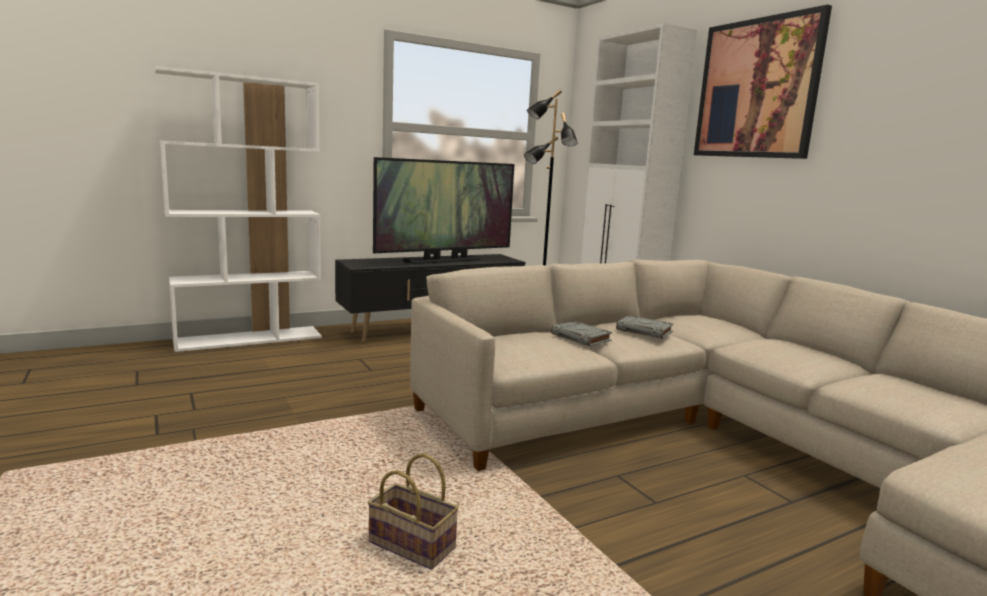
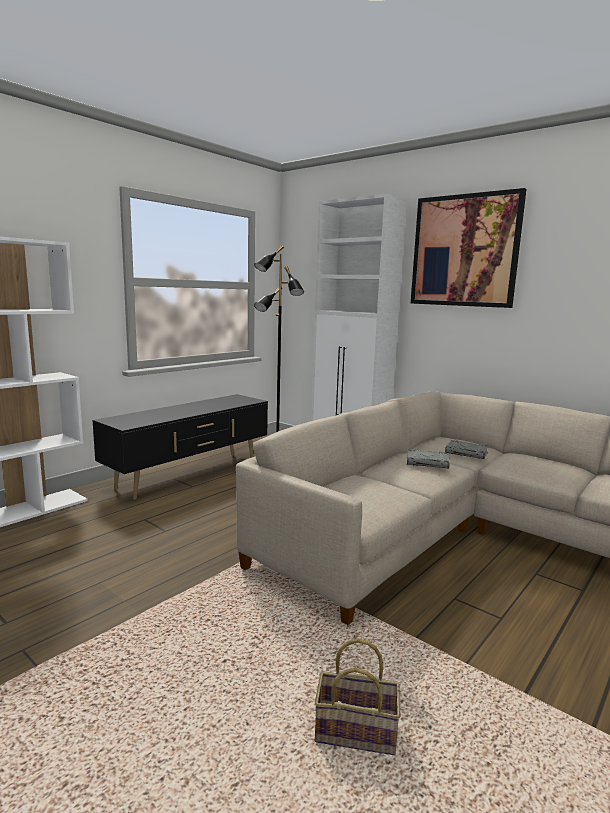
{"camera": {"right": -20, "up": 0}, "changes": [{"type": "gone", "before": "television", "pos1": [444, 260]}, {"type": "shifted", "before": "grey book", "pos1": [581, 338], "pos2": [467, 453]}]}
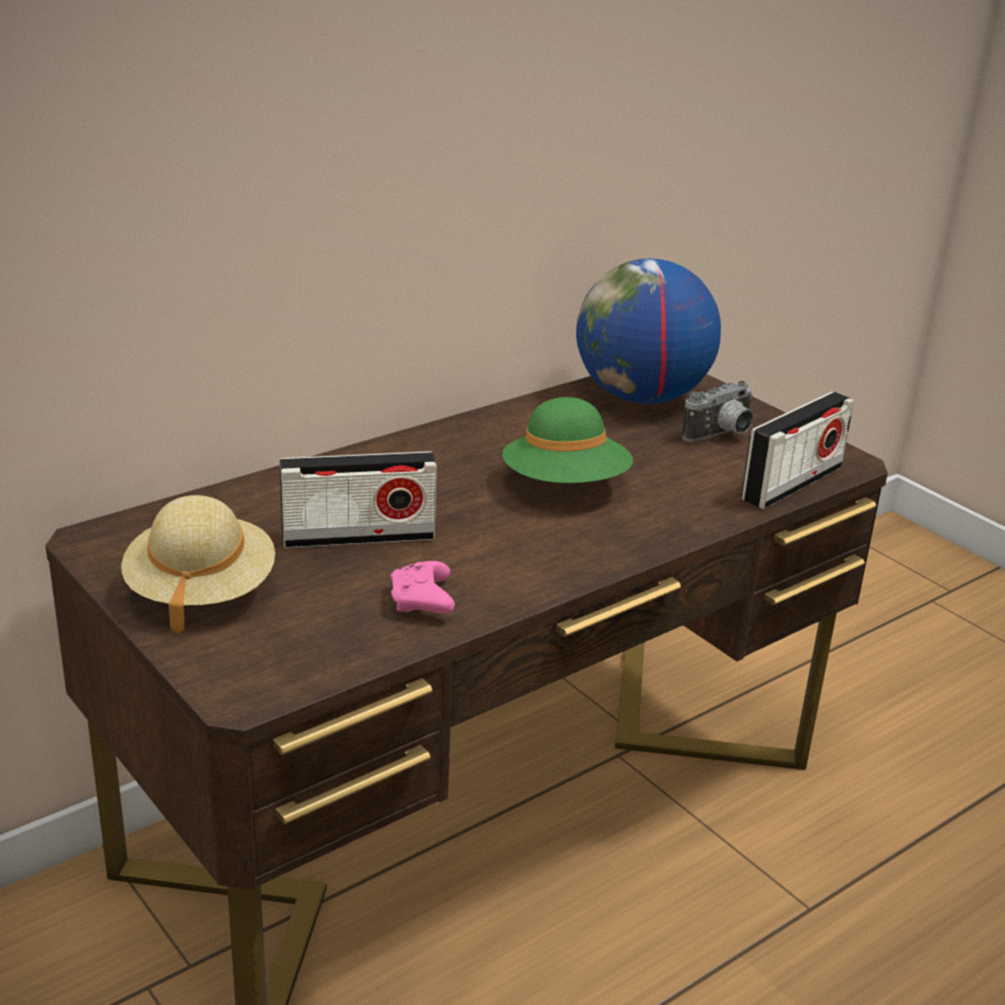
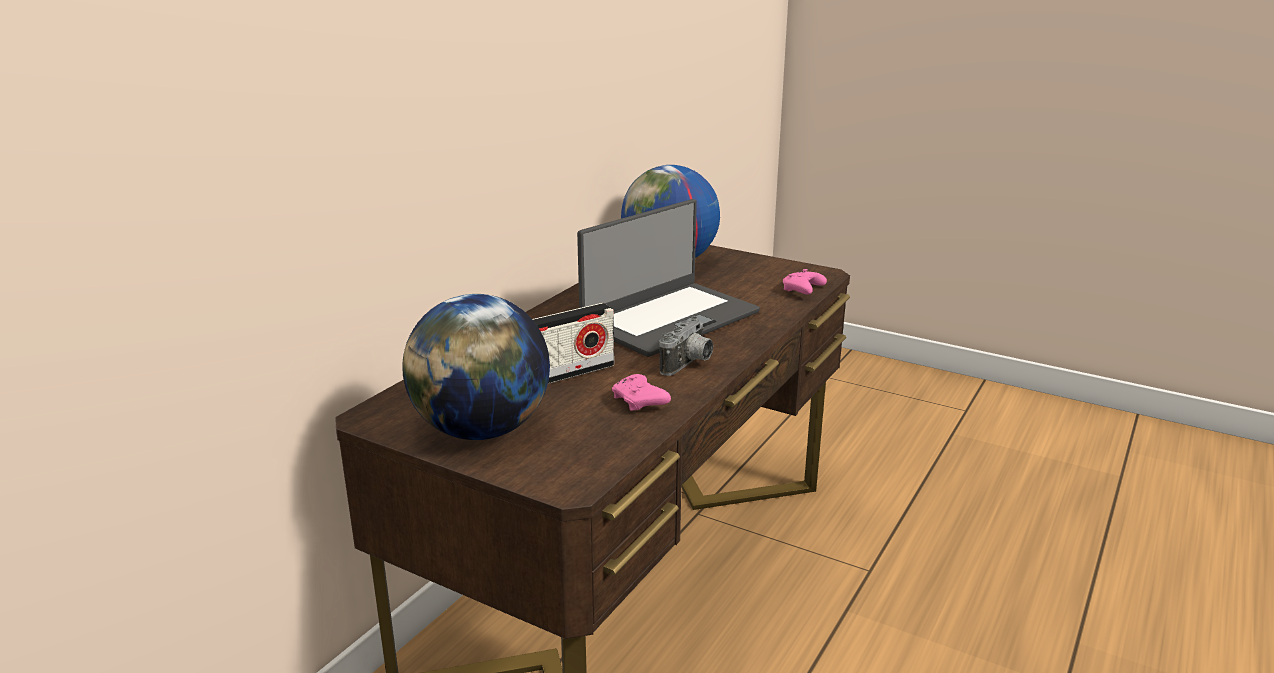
{"camera": {"right": -20, "up": -5}, "changes": [{"type": "shifted", "before": "photo camera", "pos1": [722, 435], "pos2": [689, 365]}, {"type": "swapped", "before": "radio", "after": "pink game controller", "pos1": [792, 483], "pos2": [802, 291]}, {"type": "swapped", "before": "green hat", "after": "laptop", "pos1": [565, 486], "pos2": [669, 319]}, {"type": "swapped", "before": "beige hat", "after": "globe", "pos1": [200, 591], "pos2": [481, 430]}]}
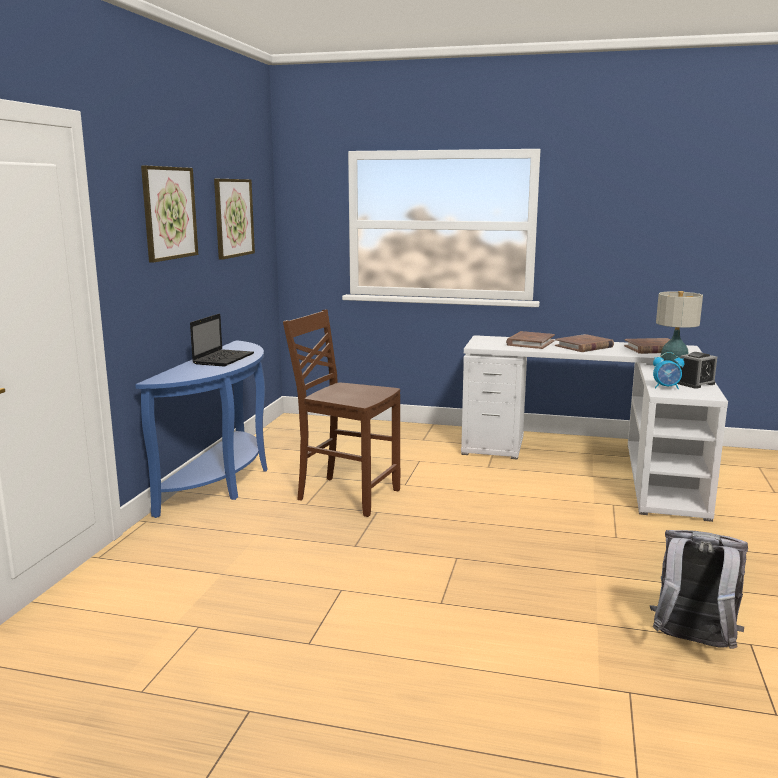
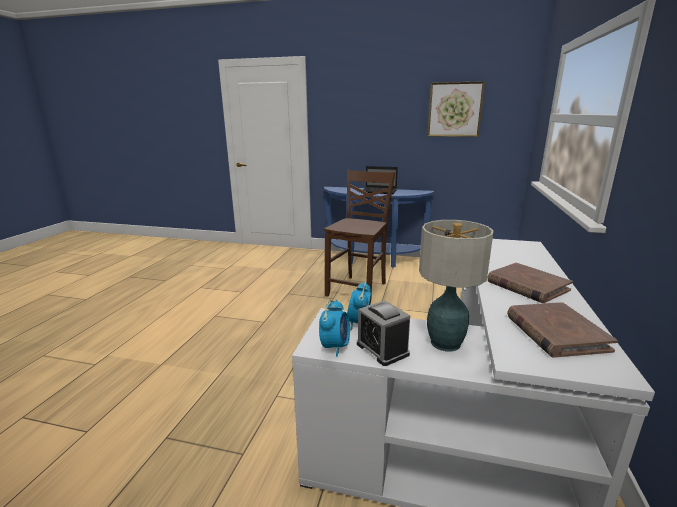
{"camera": {"right": 90, "up": 5}, "changes": [{"type": "gone", "before": "picture", "pos1": [169, 213]}, {"type": "gone", "before": "brown book", "pos1": [530, 343]}, {"type": "gone", "before": "grey backpack", "pos1": [692, 644]}, {"type": "new", "after": "alarm clock", "pos2": [335, 346]}]}
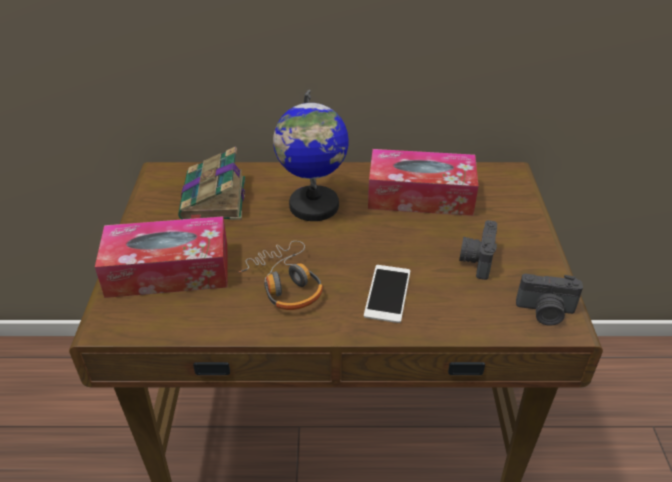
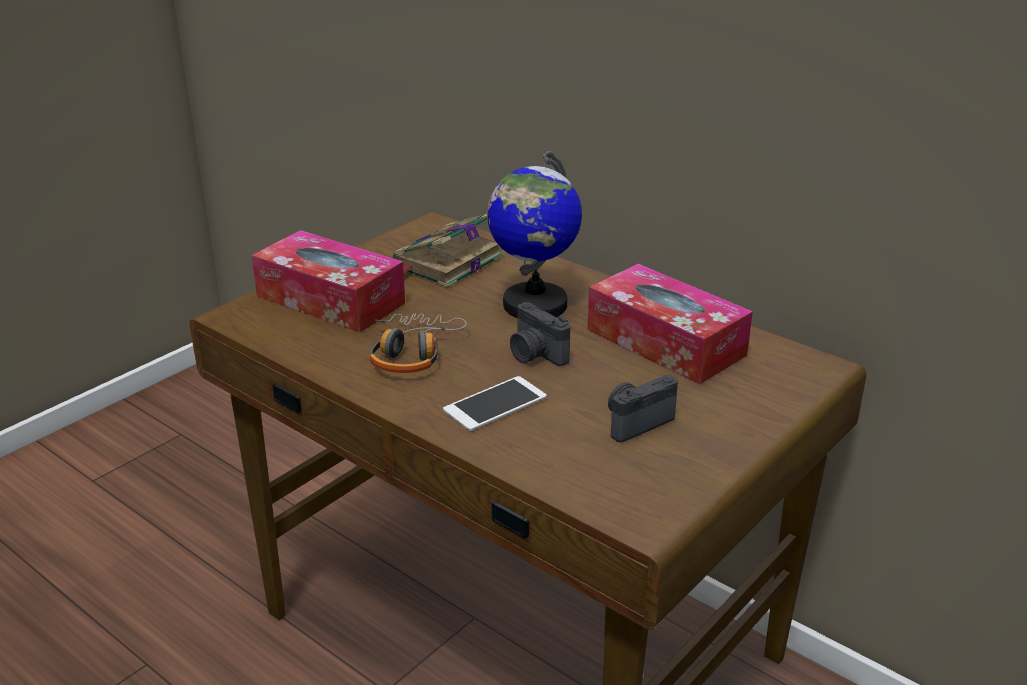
{"camera": {"right": 40, "up": -10}, "changes": [{"type": "shifted", "before": "photo camera", "pos1": [545, 312], "pos2": [535, 355]}]}
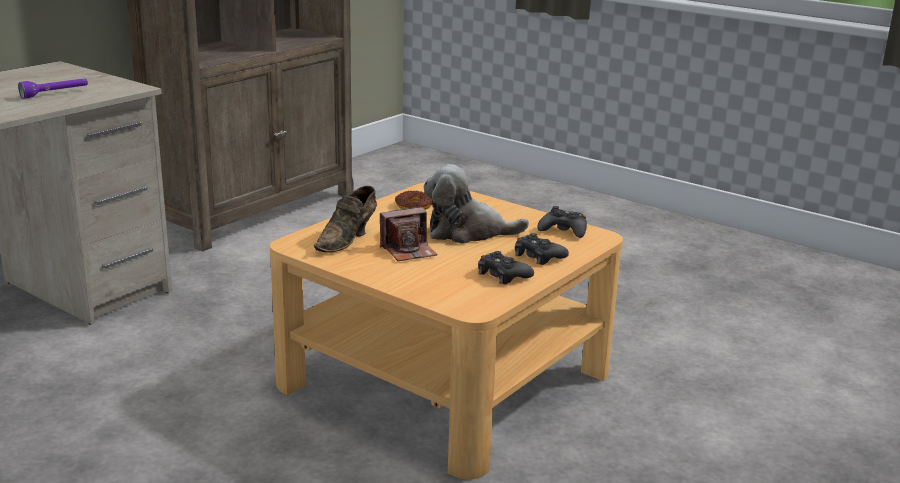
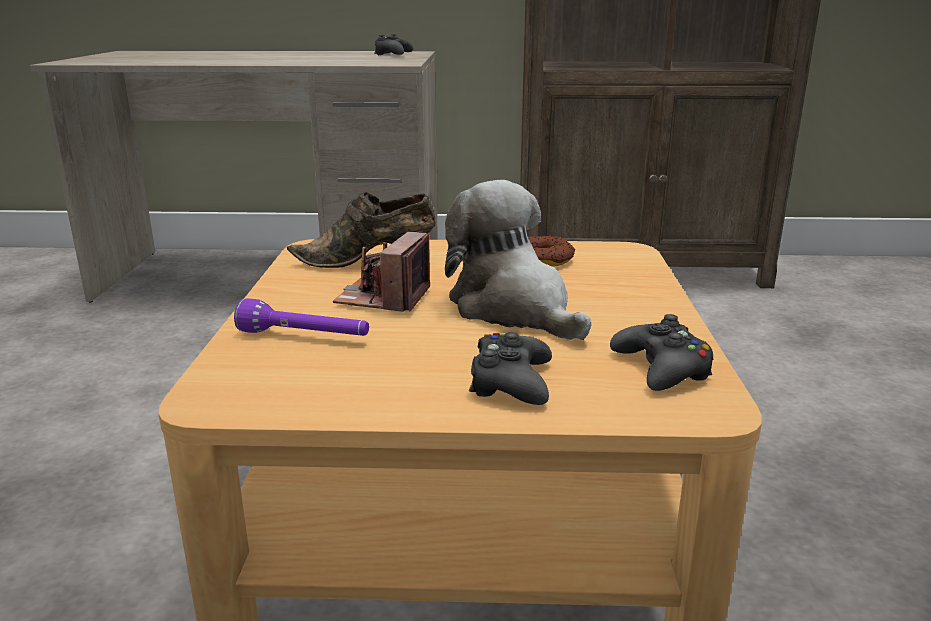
{"camera": {"right": 55, "up": 0}, "changes": [{"type": "shifted", "before": "purple flashlight", "pos1": [55, 94], "pos2": [304, 337]}, {"type": "rotated", "before": "photo camera", "pos1": [408, 251], "pos2": [384, 298], "turn": 75}, {"type": "shifted", "before": "black game controller", "pos1": [502, 275], "pos2": [393, 54]}]}
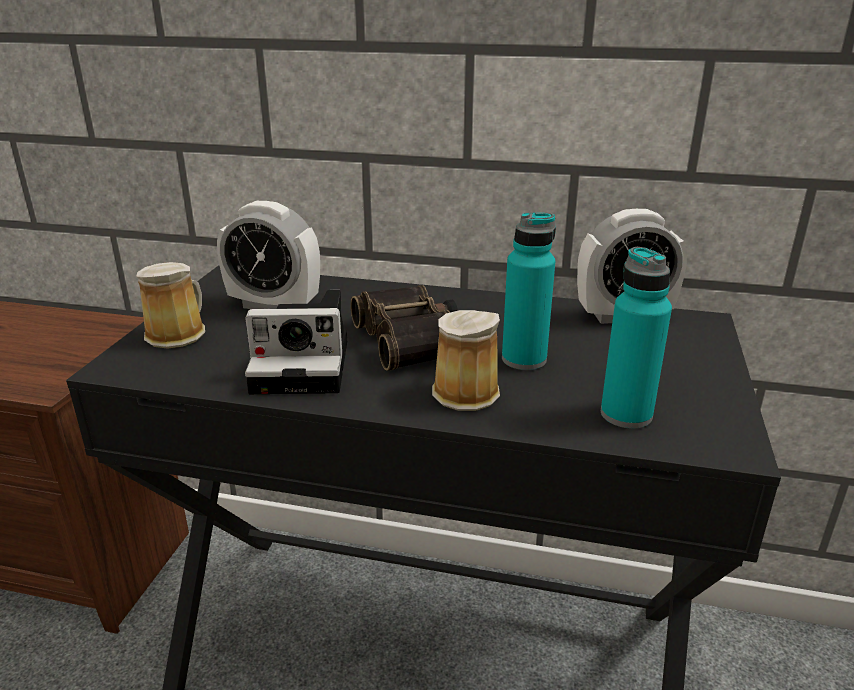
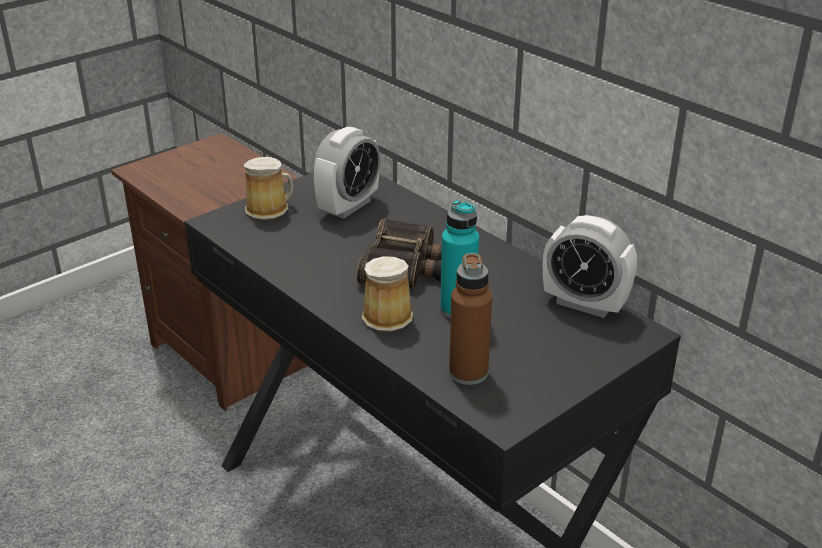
{"camera": {"right": 35, "up": 5}, "changes": [{"type": "rotated", "before": "alarm clock", "pos1": [274, 305], "pos2": [348, 206], "turn": -105}, {"type": "repainted", "before": "turquoise bottle", "after": "brown bottle", "pos1": [626, 414], "pos2": [468, 373]}, {"type": "gone", "before": "photo camera", "pos1": [306, 365]}]}
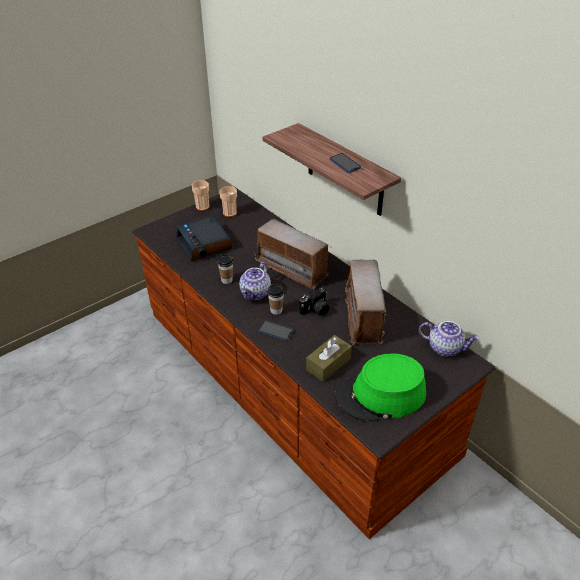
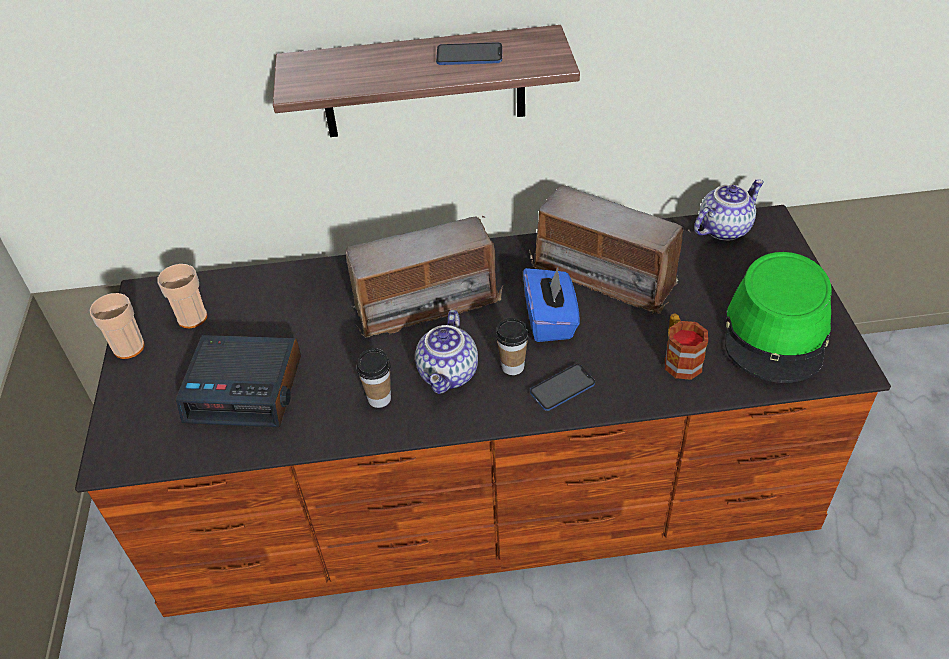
{"camera": {"right": -55, "up": 5}, "changes": [{"type": "rotated", "before": "teapot", "pos1": [256, 293], "pos2": [449, 374], "turn": 45}, {"type": "swapped", "before": "photo camera", "after": "blue tissue box", "pos1": [316, 310], "pos2": [550, 320]}, {"type": "swapped", "before": "brown tissue box", "after": "mug", "pos1": [328, 364], "pos2": [679, 358]}]}
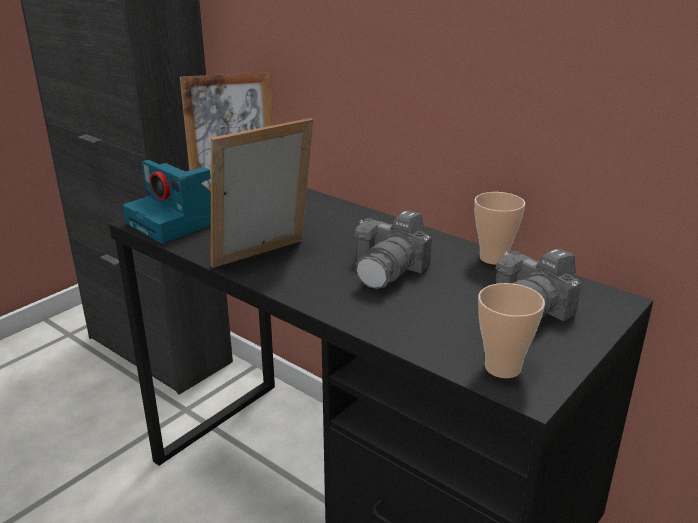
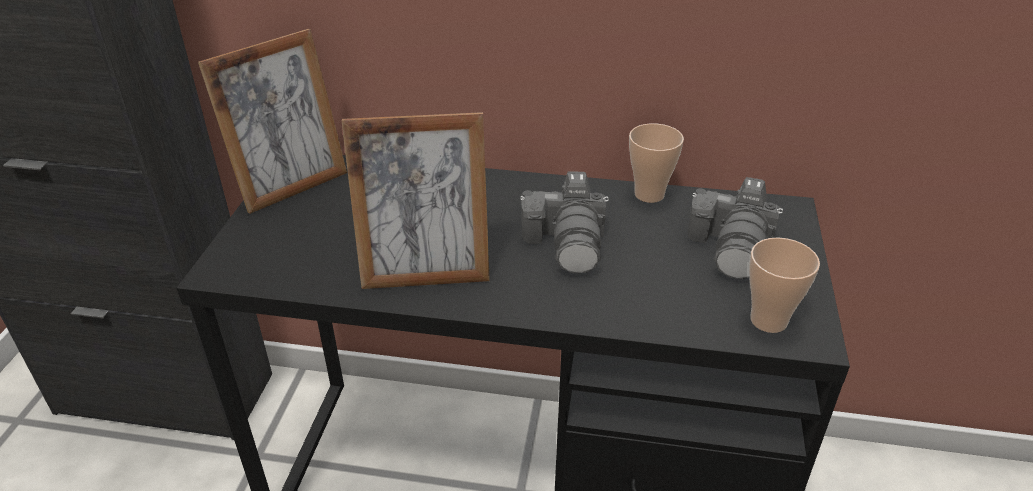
{"camera": {"right": -30, "up": 10}, "changes": [{"type": "rotated", "before": "picture frame", "pos1": [264, 258], "pos2": [425, 273], "turn": -120}, {"type": "gone", "before": "photo camera", "pos1": [177, 222]}]}
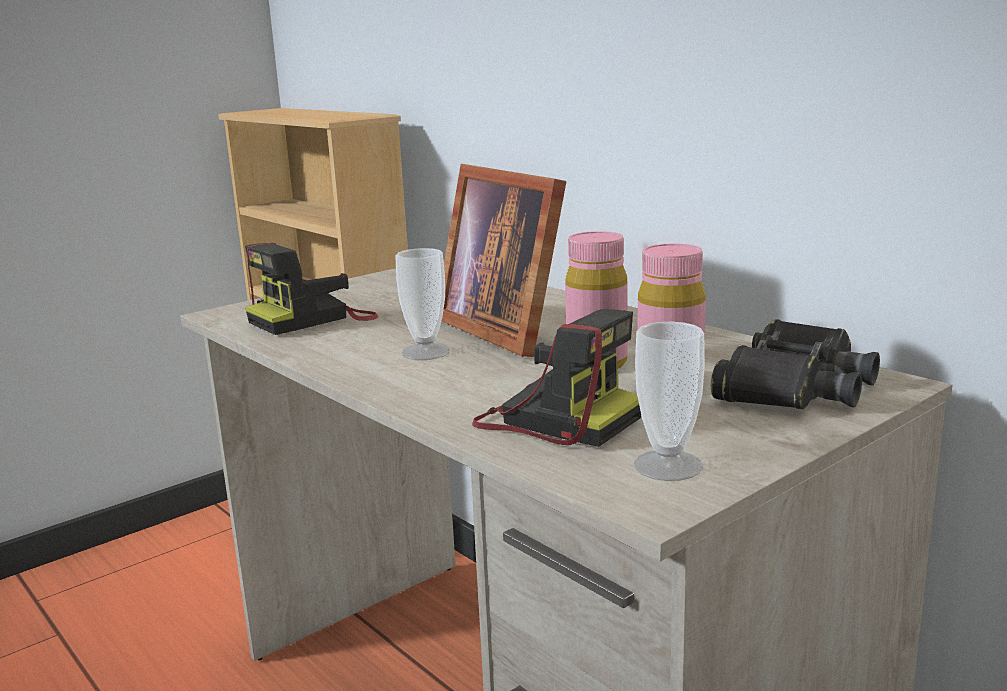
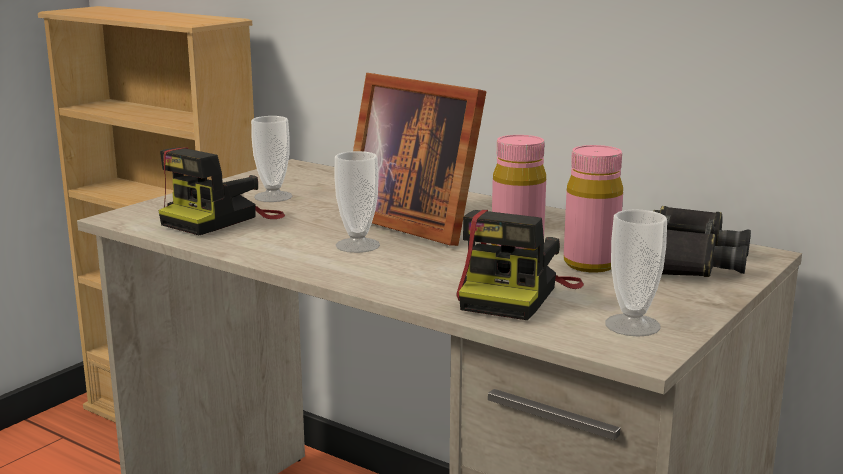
{"camera": {"right": -15, "up": 0}, "changes": [{"type": "rotated", "before": "photo camera", "pos1": [555, 418], "pos2": [516, 295], "turn": 90}, {"type": "new", "after": "cup", "pos2": [273, 197]}]}
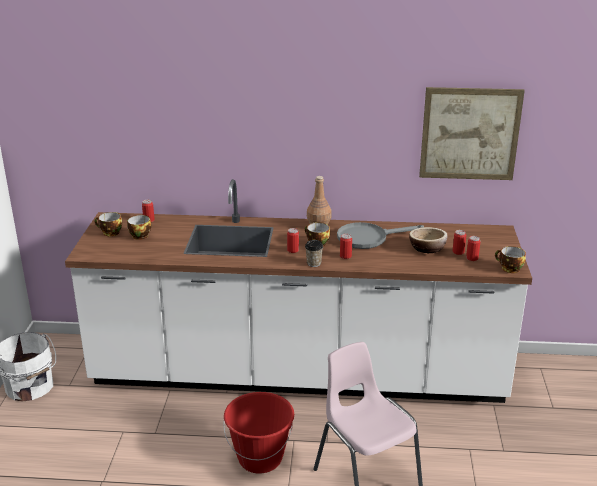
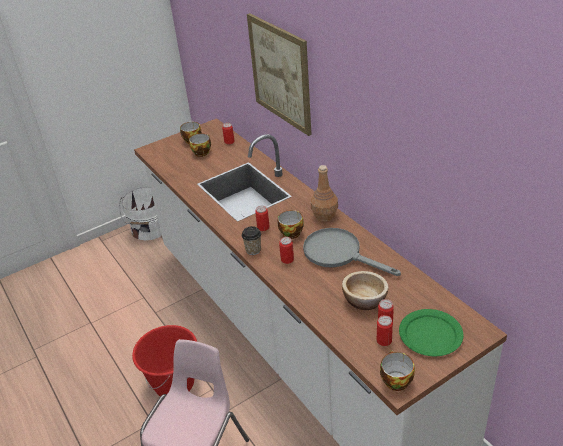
{"camera": {"right": 55, "up": 10}, "changes": [{"type": "shifted", "before": "picture", "pos1": [470, 134], "pos2": [280, 73]}, {"type": "new", "after": "green plate", "pos2": [430, 334]}]}
